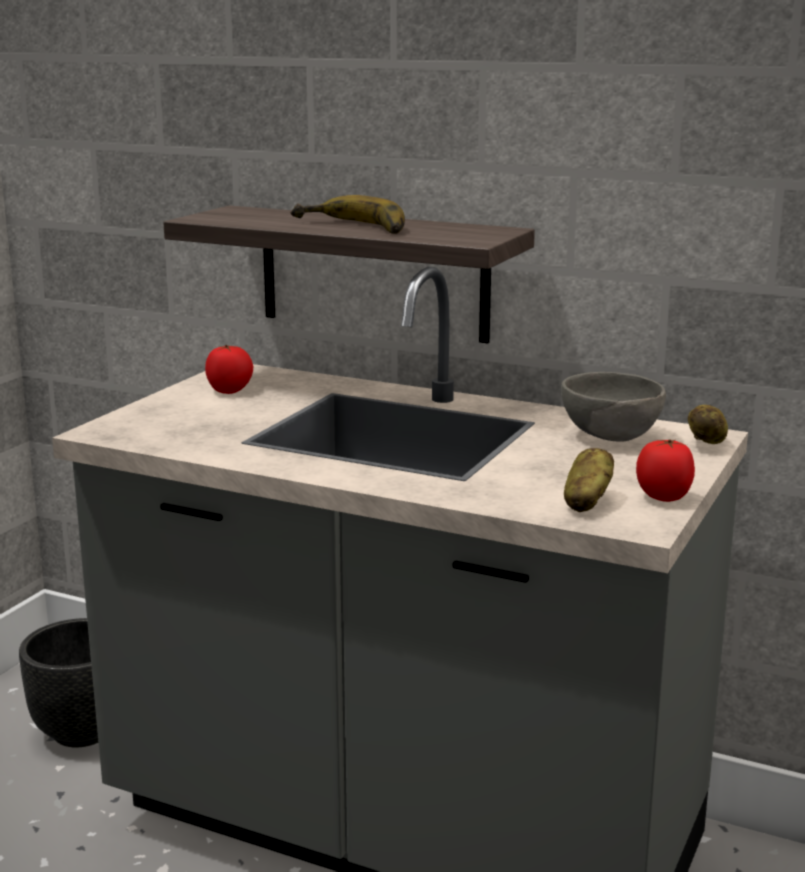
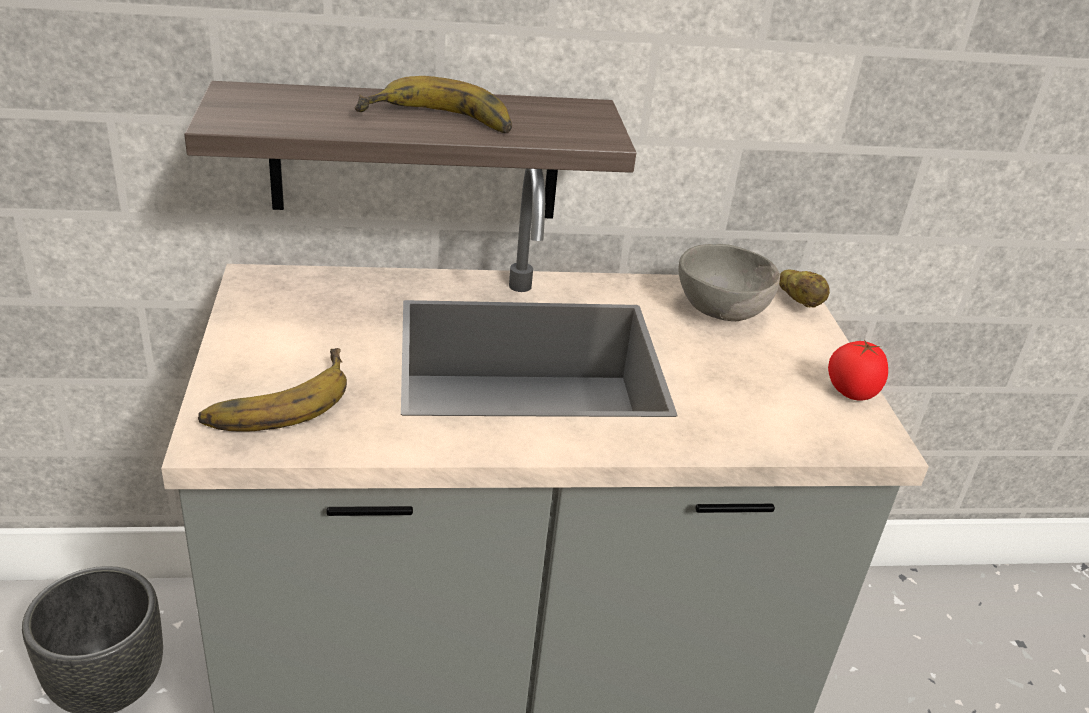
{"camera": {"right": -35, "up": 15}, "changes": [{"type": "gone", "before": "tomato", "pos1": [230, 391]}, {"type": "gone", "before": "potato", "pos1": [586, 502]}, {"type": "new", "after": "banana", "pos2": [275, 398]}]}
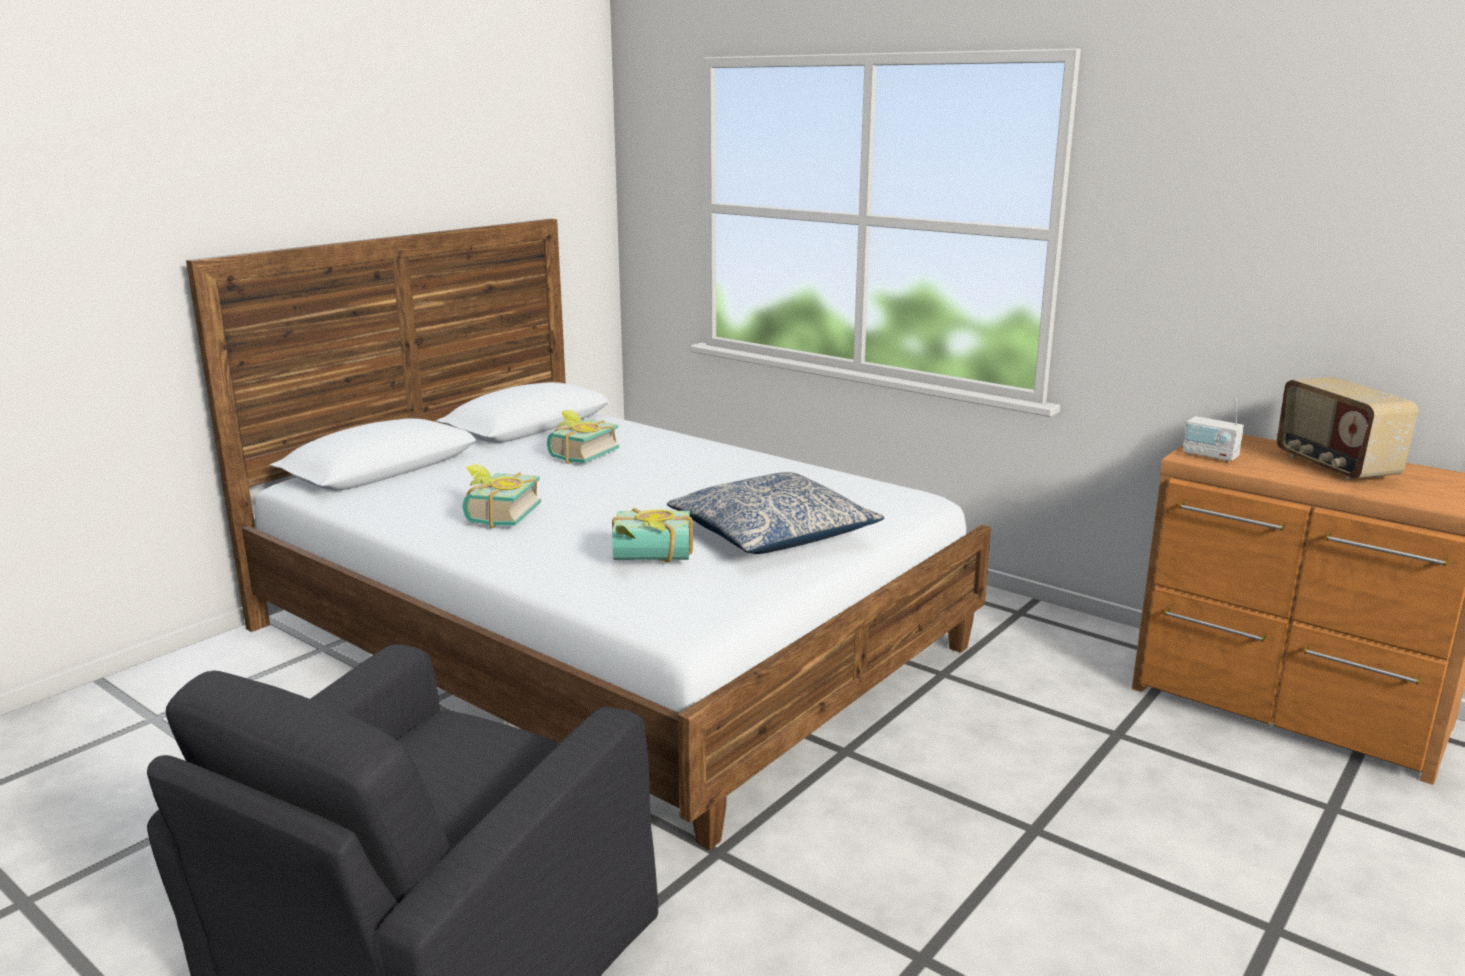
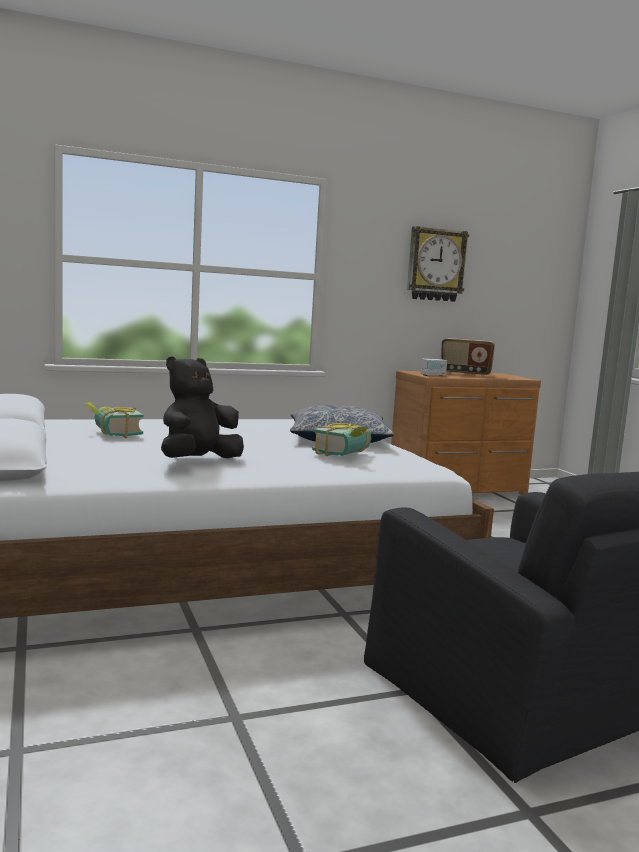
{"camera": {"right": -60, "up": -10}, "changes": [{"type": "swapped", "before": "book", "after": "black plush toy", "pos1": [496, 515], "pos2": [198, 461]}, {"type": "new", "after": "wall clock", "pos2": [435, 265]}]}
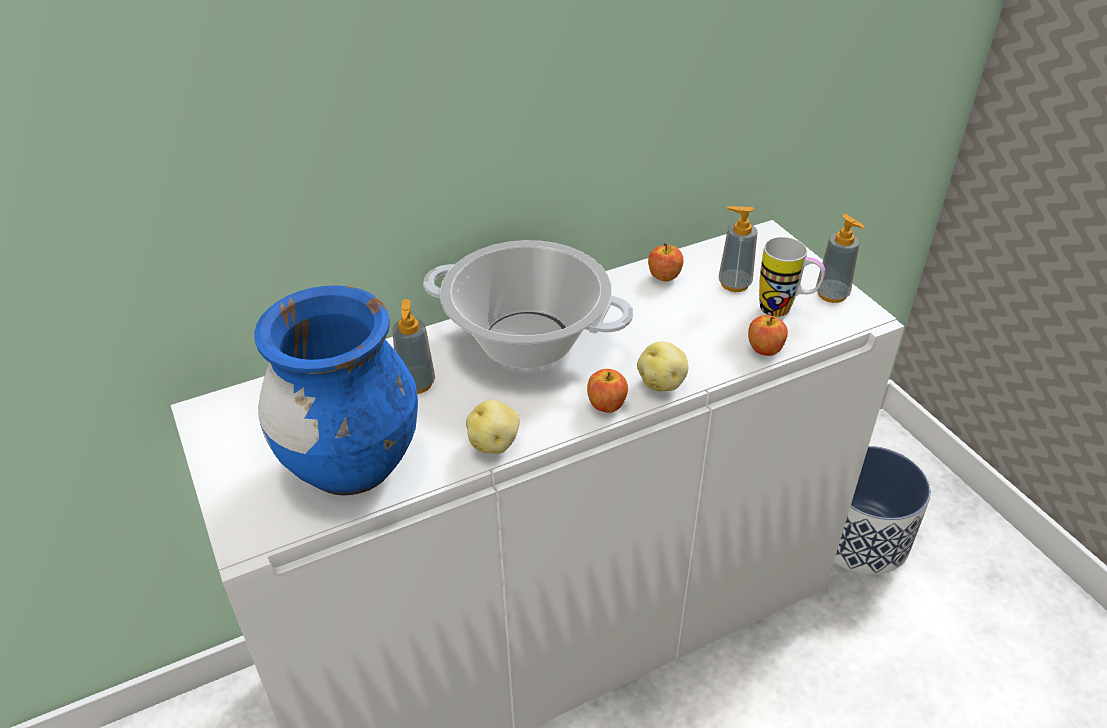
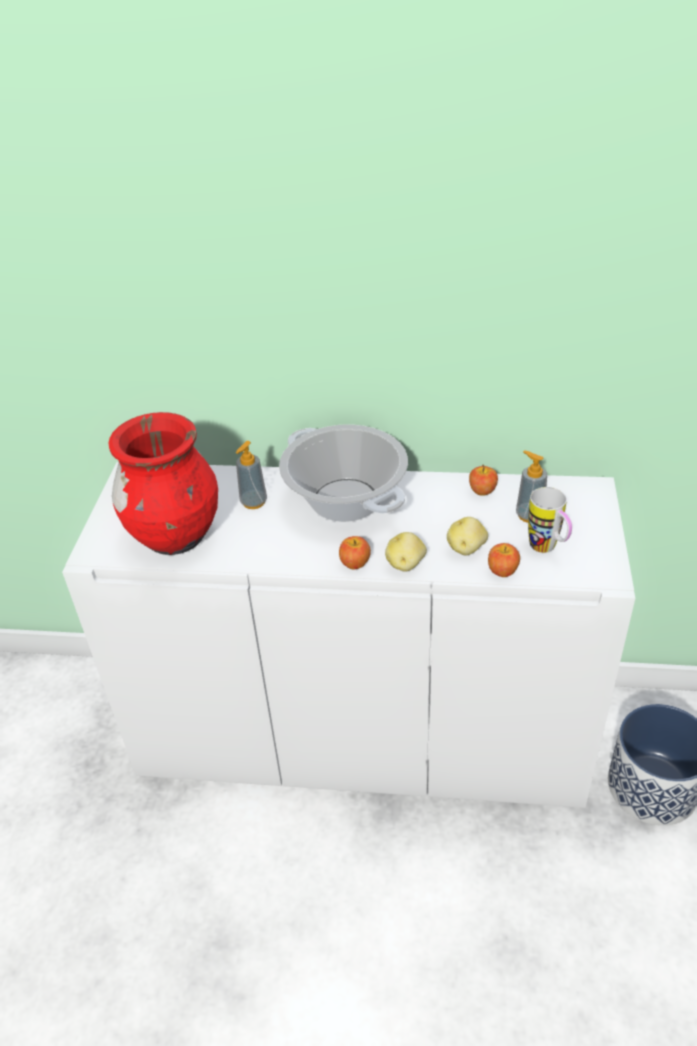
{"camera": {"right": 35, "up": 0}, "changes": [{"type": "gone", "before": "soap dispenser", "pos1": [832, 294]}, {"type": "repainted", "before": "blue vase", "after": "red vase", "pos1": [352, 465], "pos2": [176, 536]}, {"type": "shifted", "before": "potato", "pos1": [494, 443], "pos2": [466, 548]}]}
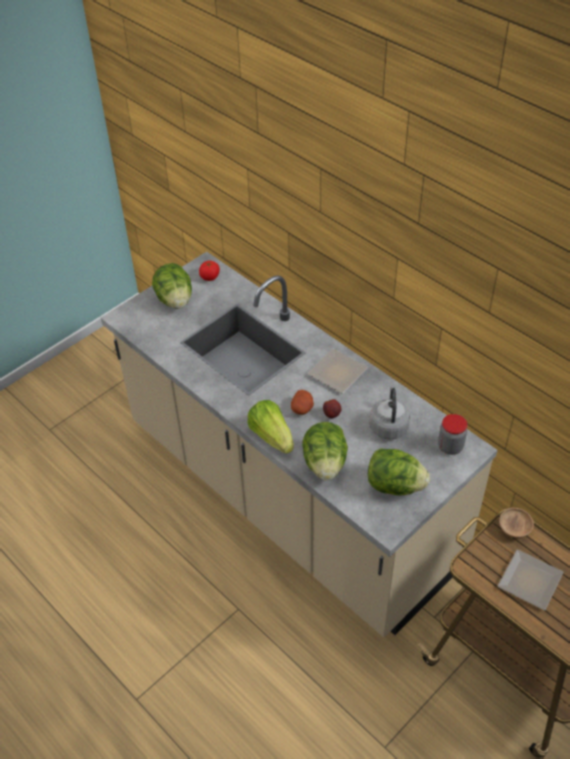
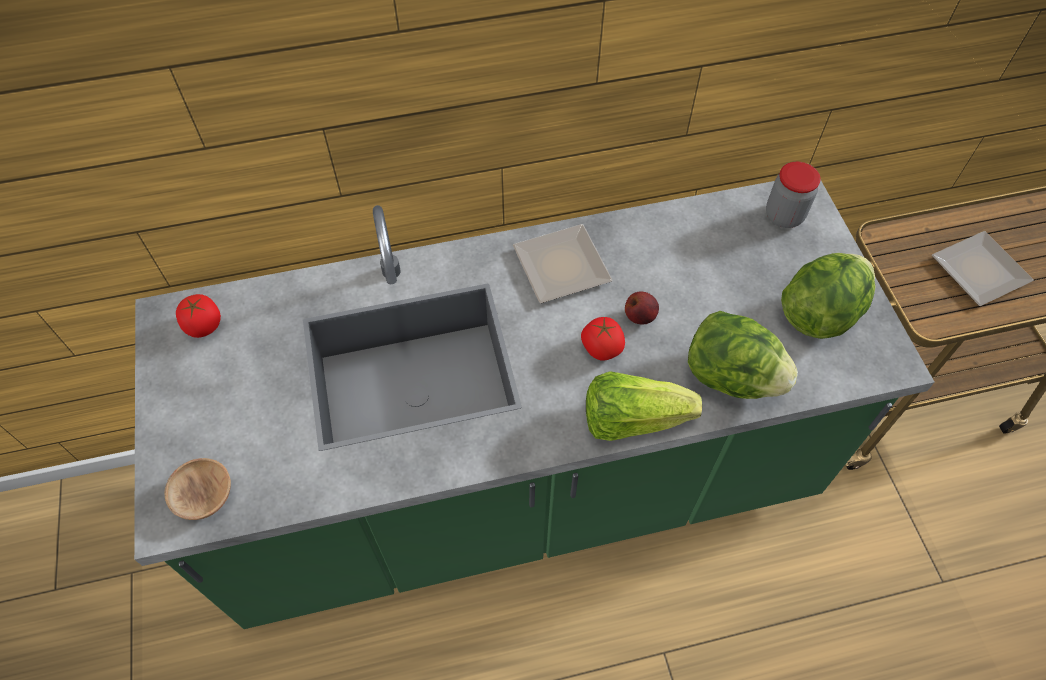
{"camera": {"right": -60, "up": 10}, "changes": [{"type": "repainted", "before": "beige counter", "after": "green counter", "pos1": [288, 496], "pos2": [523, 484]}, {"type": "gone", "before": "lettuce", "pos1": [175, 300]}, {"type": "gone", "before": "grey kettle", "pos1": [388, 425]}, {"type": "swapped", "before": "potato", "after": "tomato", "pos1": [302, 408], "pos2": [601, 348]}, {"type": "shifted", "before": "brown bowl", "pos1": [514, 528], "pos2": [204, 496]}]}
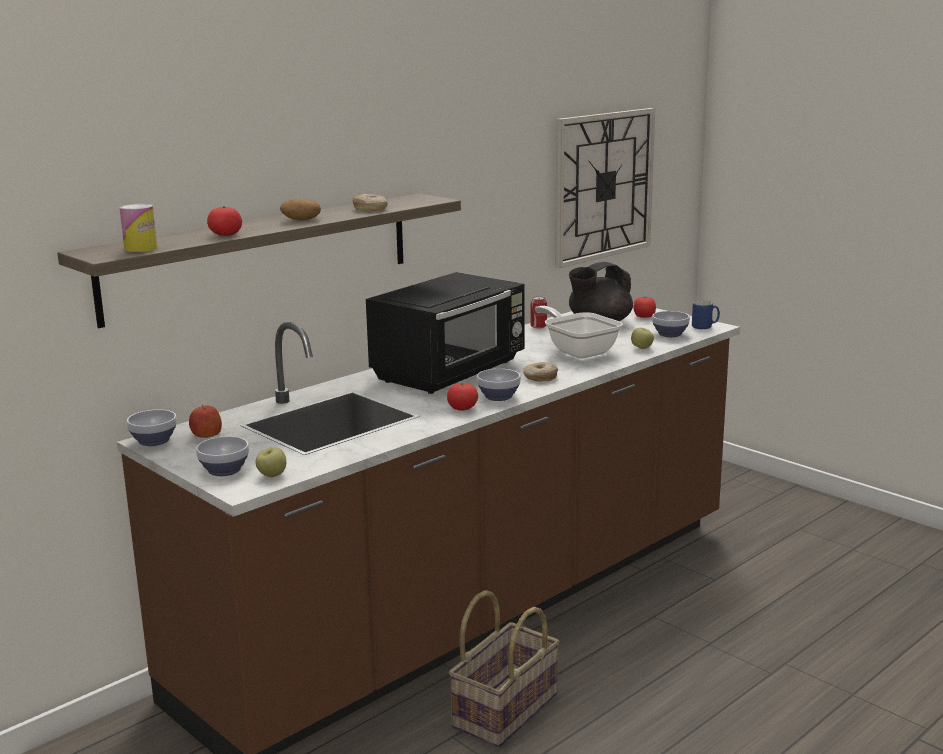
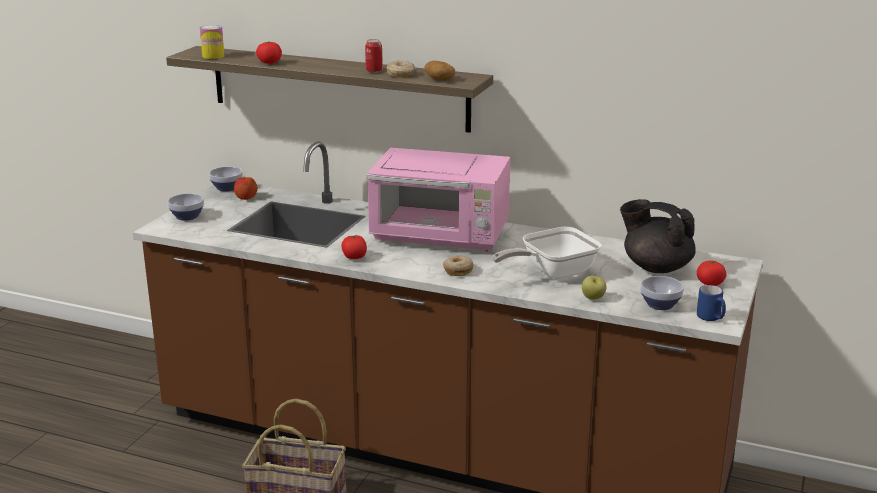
{"camera": {"right": 65, "up": 5}, "changes": [{"type": "gone", "before": "wall clock", "pos1": [603, 185]}, {"type": "shifted", "before": "potato", "pos1": [301, 220], "pos2": [439, 79]}, {"type": "repainted", "before": "black microwave", "after": "pink microwave", "pos1": [451, 372], "pos2": [441, 236]}, {"type": "shifted", "before": "can", "pos1": [538, 326], "pos2": [374, 71]}, {"type": "rotated", "before": "frying pan", "pos1": [578, 351], "pos2": [552, 272], "turn": -150}, {"type": "gone", "before": "bowl", "pos1": [497, 396]}, {"type": "gone", "before": "apple", "pos1": [272, 475]}]}
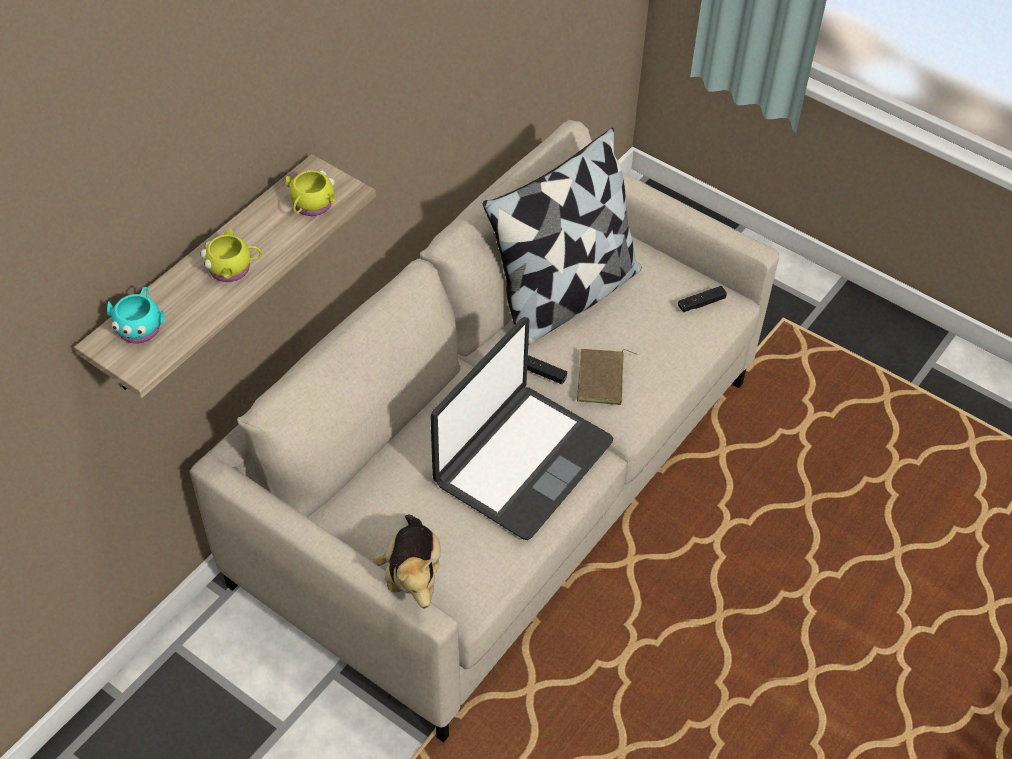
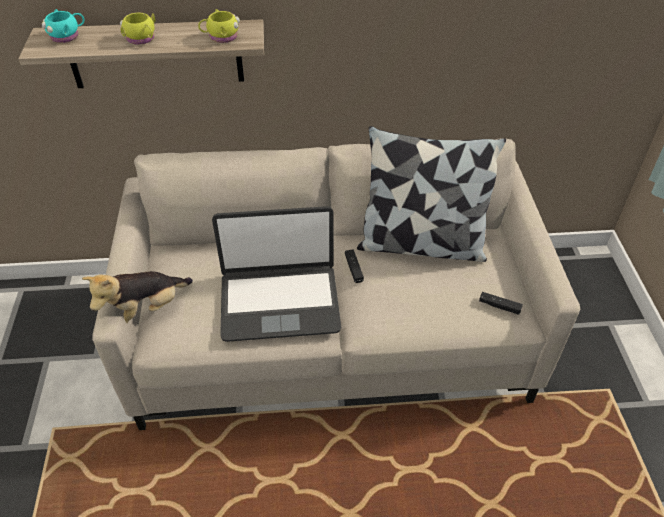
{"camera": {"right": 50, "up": -5}, "changes": [{"type": "gone", "before": "brown book", "pos1": [603, 380]}]}
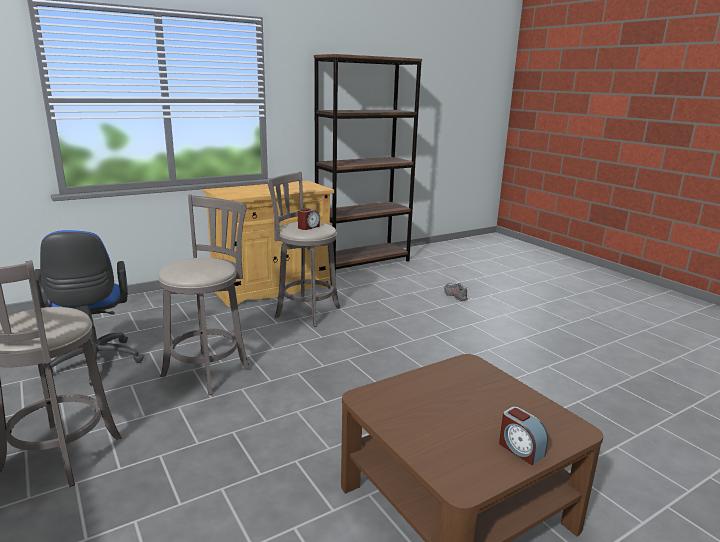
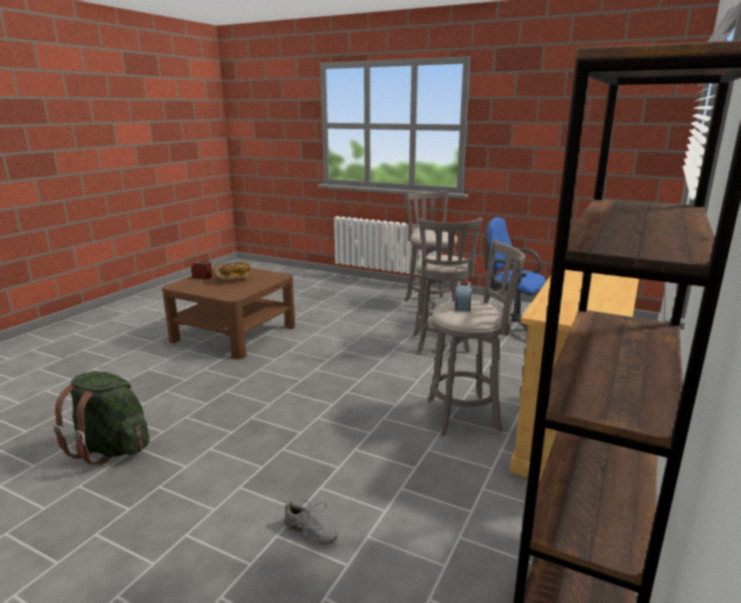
{"camera": {"right": 150, "up": 0}, "changes": [{"type": "new", "after": "book", "pos2": [233, 279]}, {"type": "new", "after": "green backpack", "pos2": [111, 449]}]}
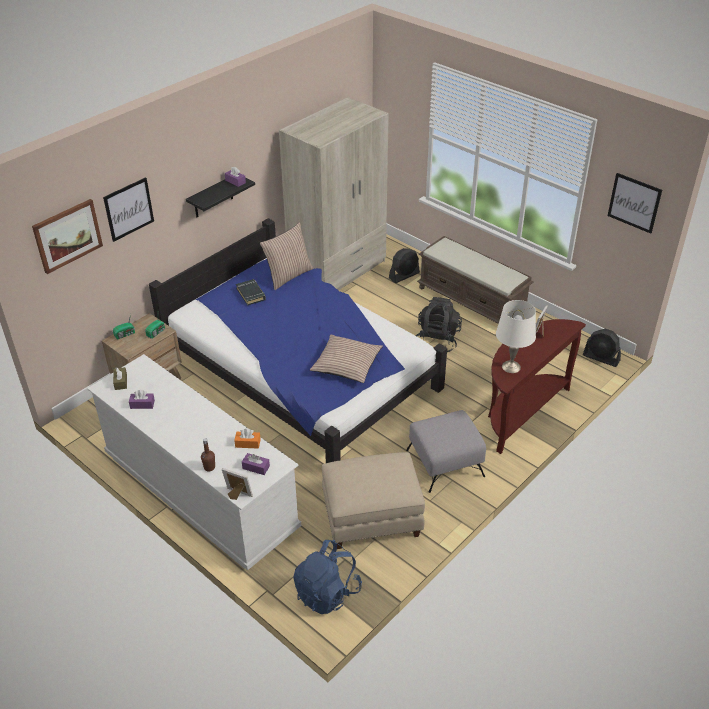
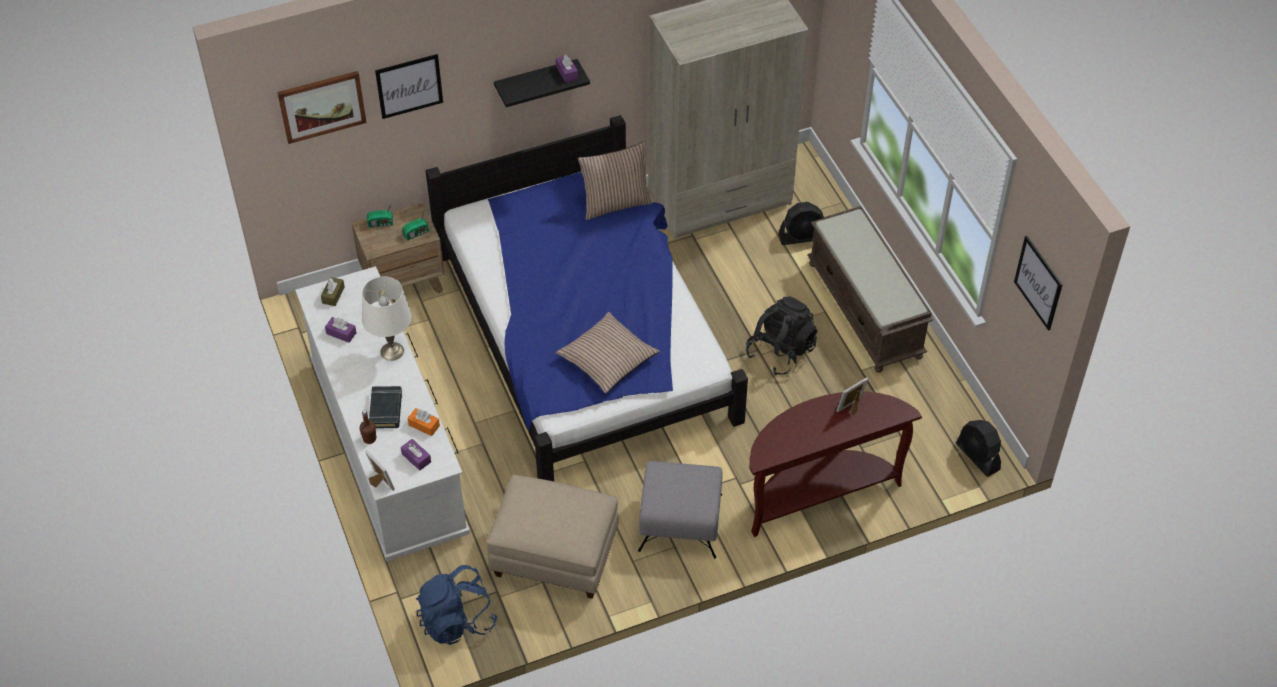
{"camera": {"right": 25, "up": 10}, "changes": [{"type": "shifted", "before": "black book", "pos1": [251, 294], "pos2": [386, 409]}, {"type": "shifted", "before": "white table lamp", "pos1": [510, 367], "pos2": [391, 351]}]}
